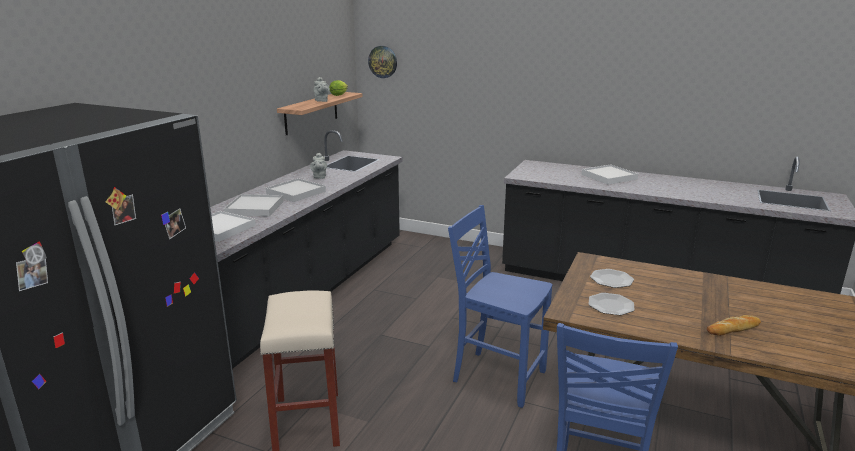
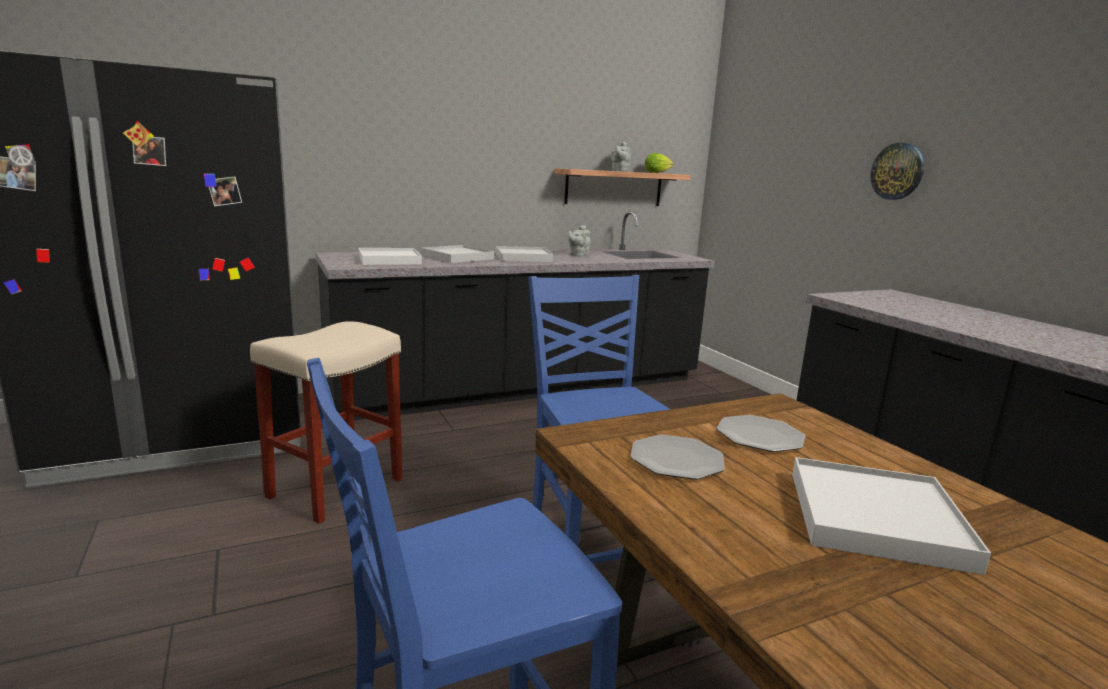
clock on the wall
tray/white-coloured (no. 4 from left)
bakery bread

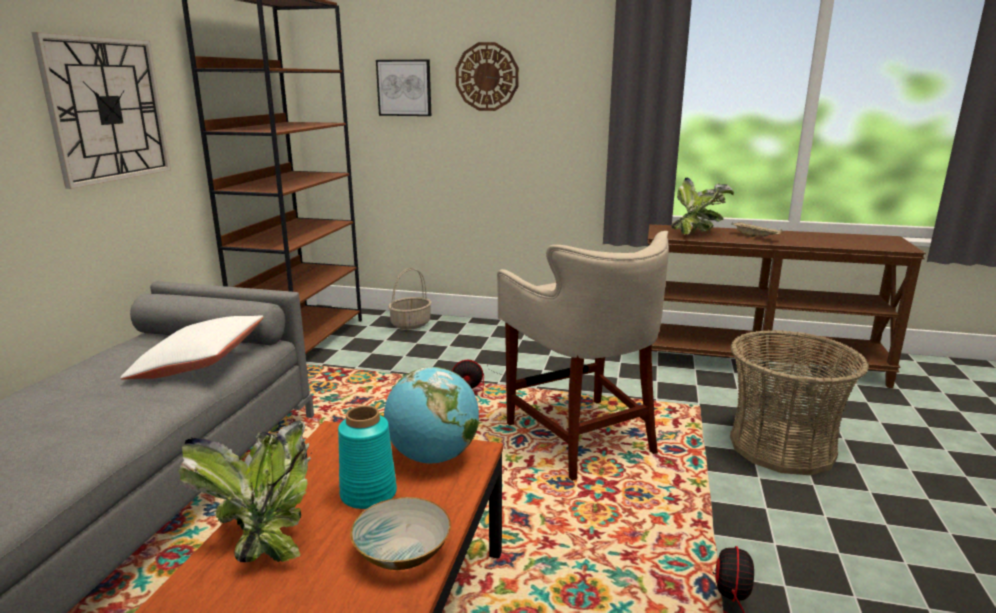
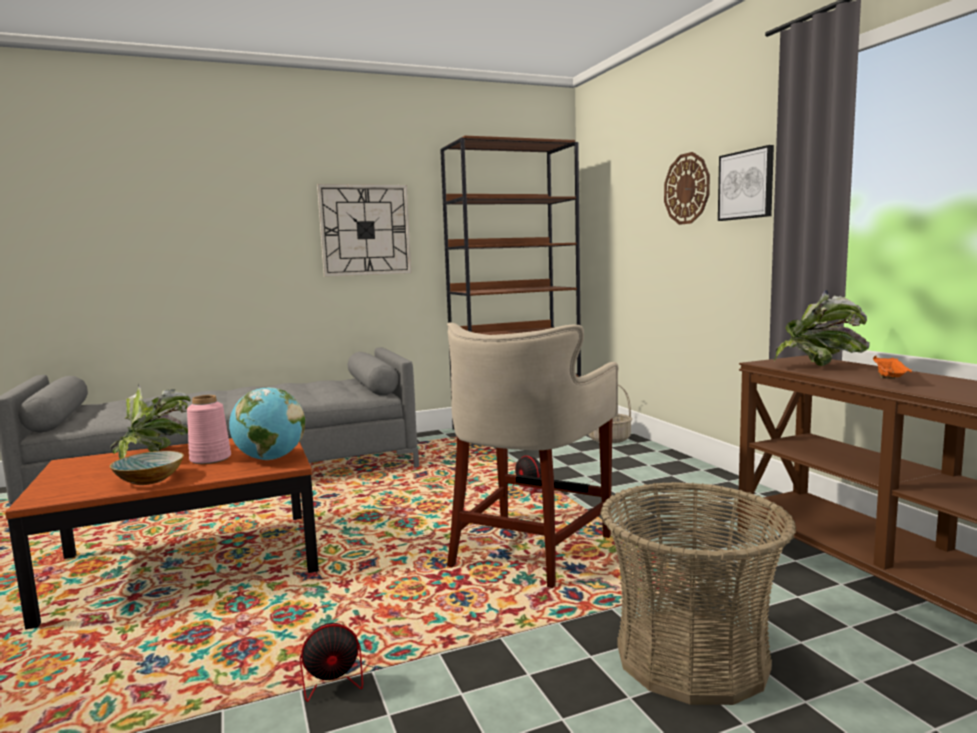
wall art
tray/orange
throw pillow/white-coloured
vase/pink-coloured

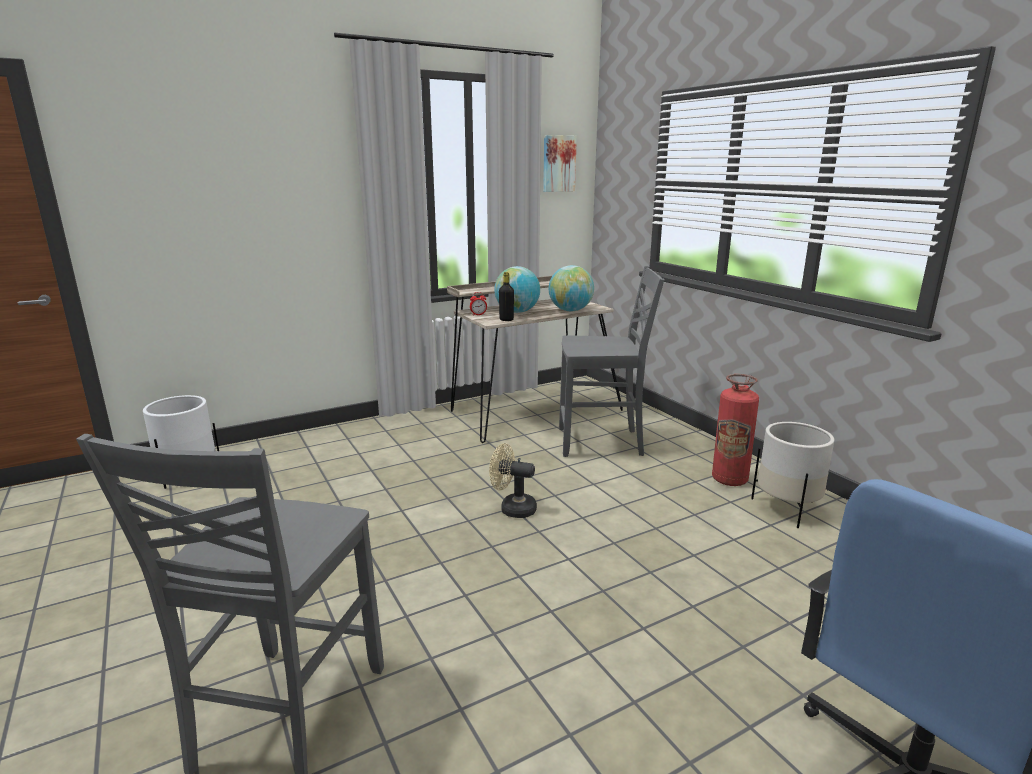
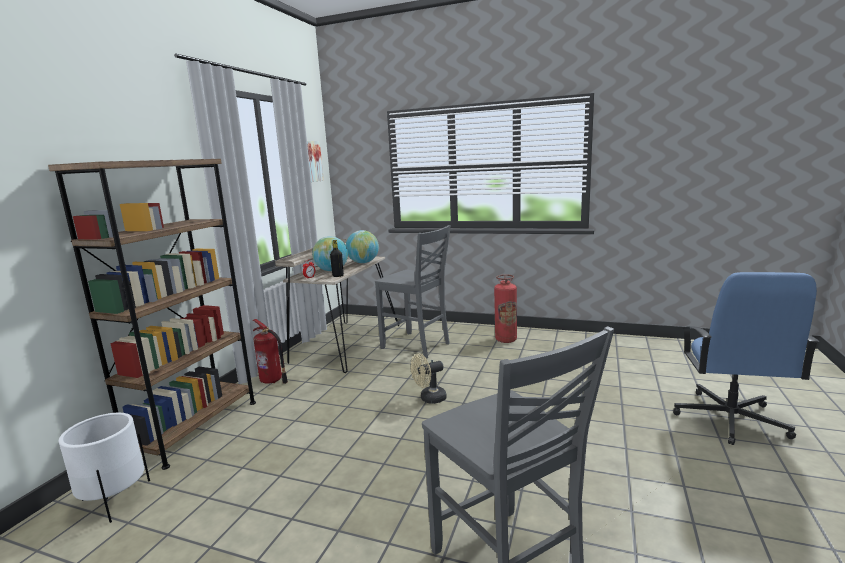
chair/grey (no. 1 from left)
planter/white-coloured (no. 2 from left in the first image)
bookcase/brownish
fire extinguisher (no. 1 from left)

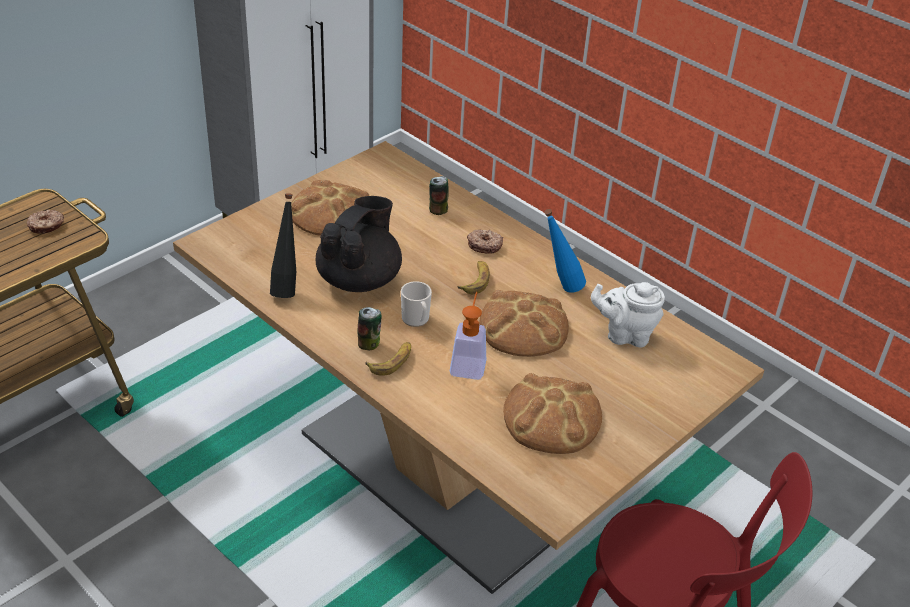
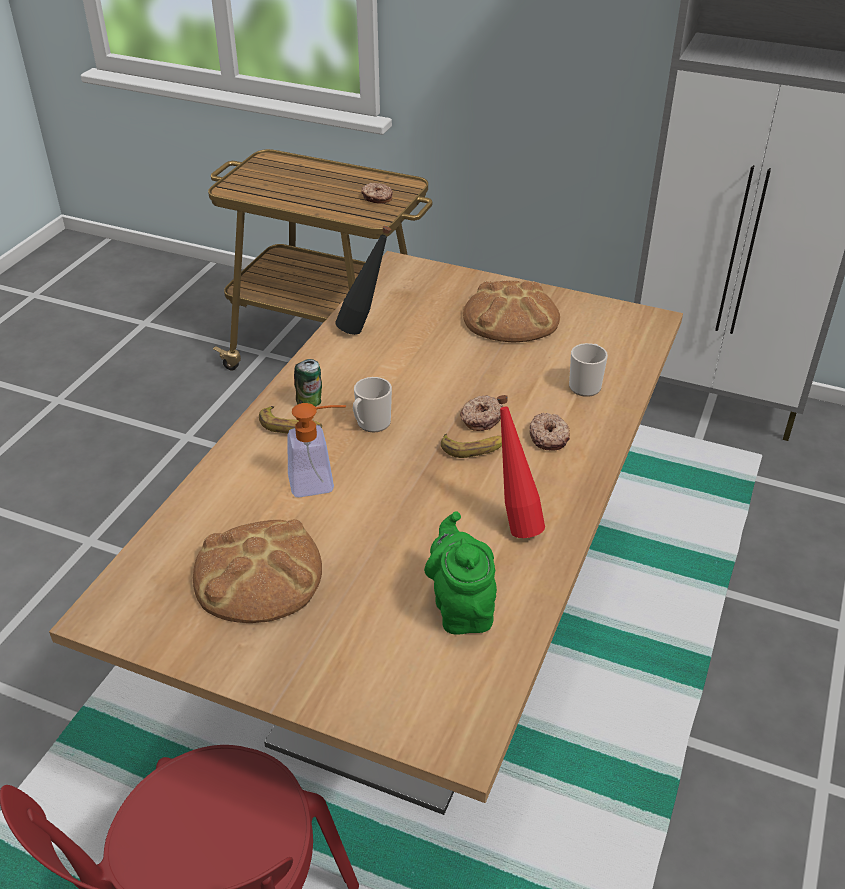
coffee mug (no. 2 from left)
teapot/black
beverage bottle/reddish
teapot/green
bakery bread (no. 2 from left in the first image)
ring doughnut (no. 2 from left)

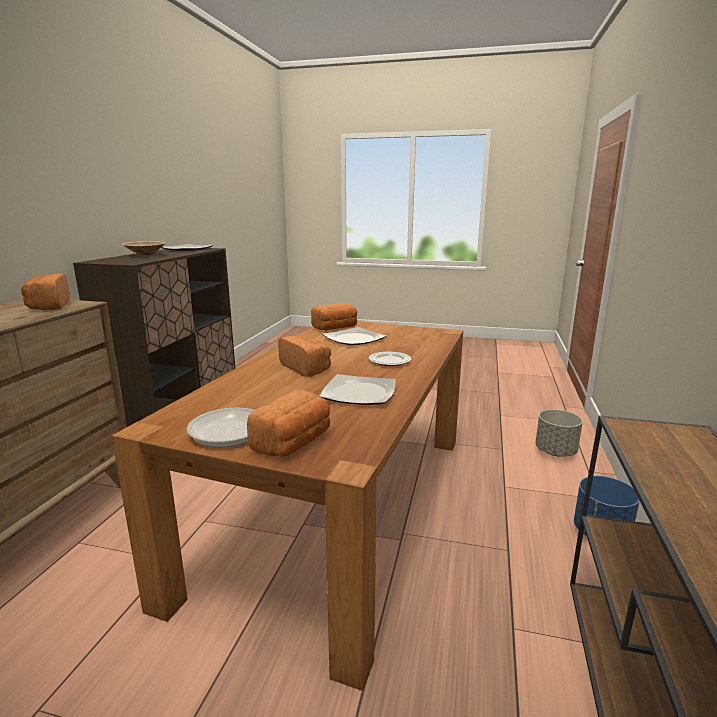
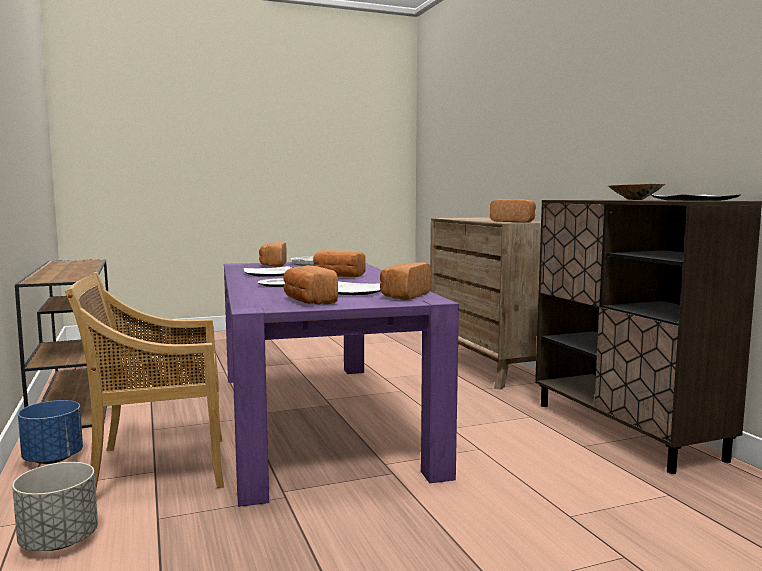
kitchen table/purplish
bakery bread (no. 2 from left)
chair/beige-coloured

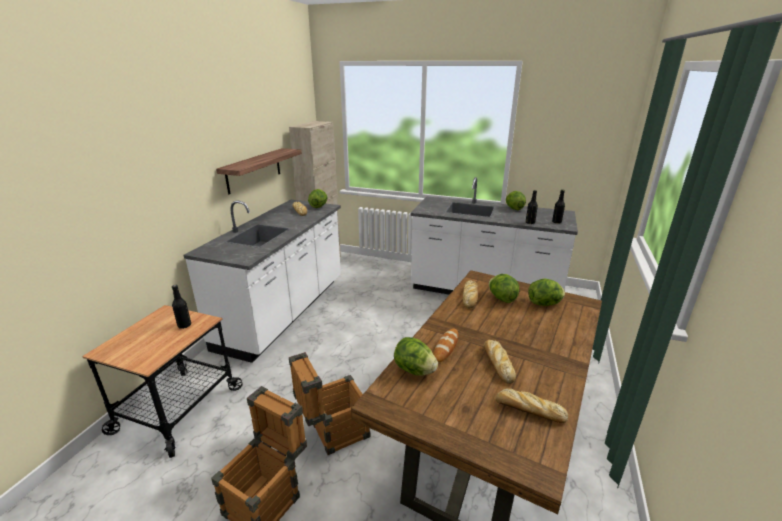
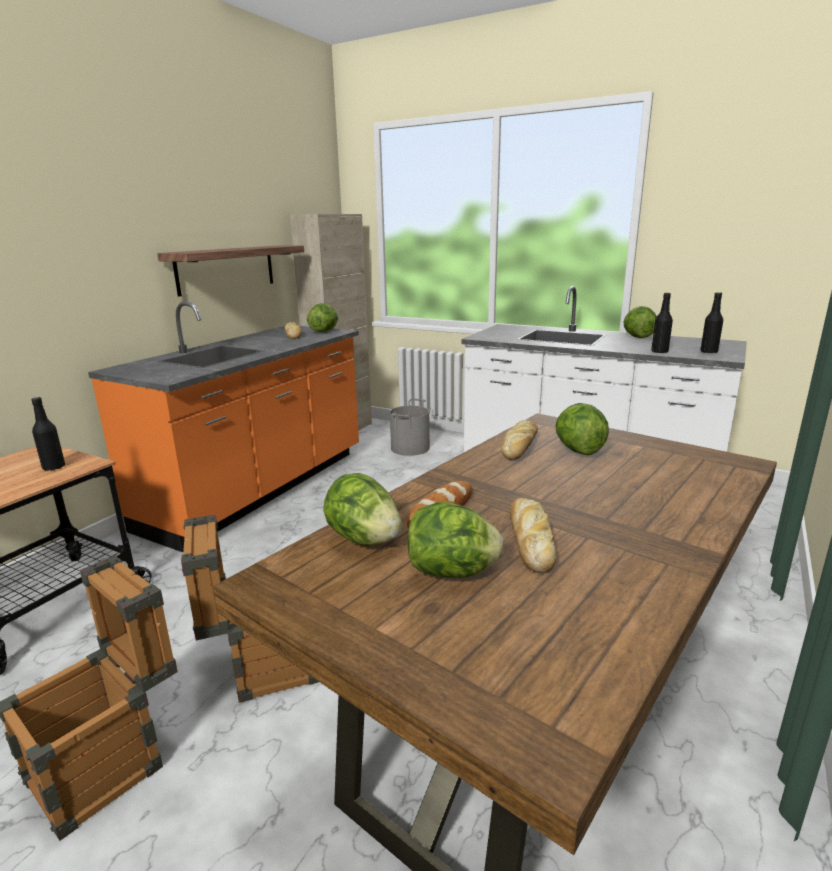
counter/orange
head of lettuce (no. 3 from left)
bakery bread (no. 5 from left in the first image)
bucket/grey

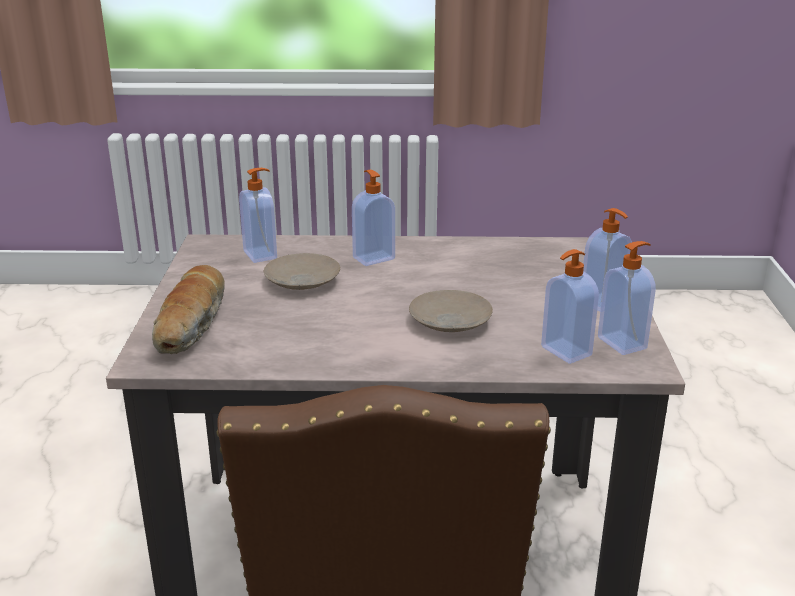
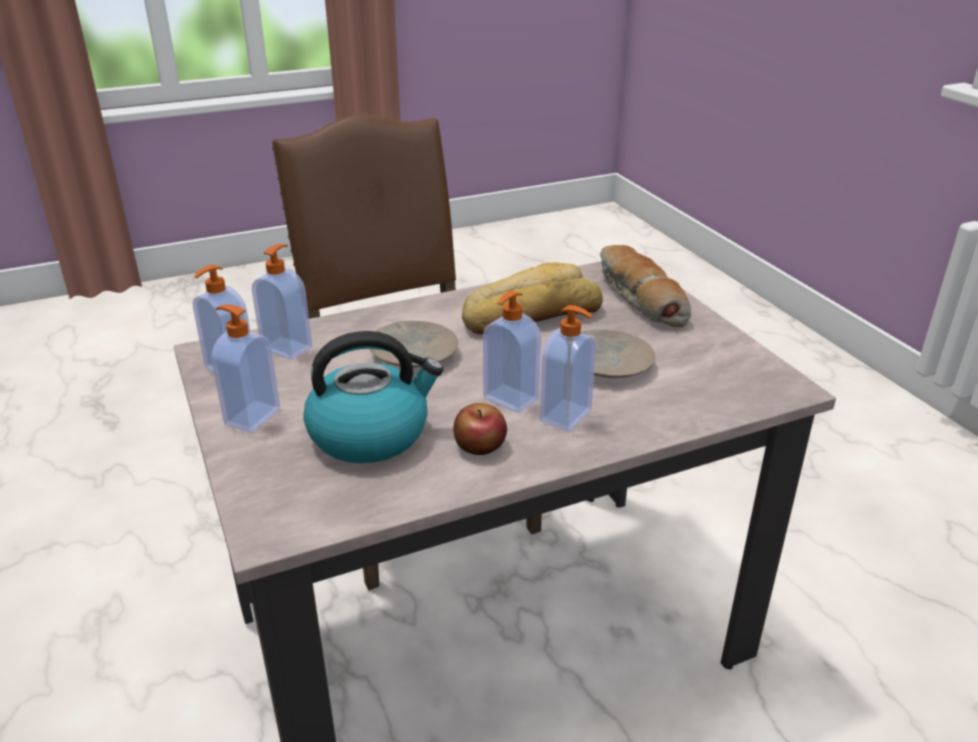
soap bottle (no. 4 from left)
bakery bread (no. 1 from left)
water kettle
whole apple

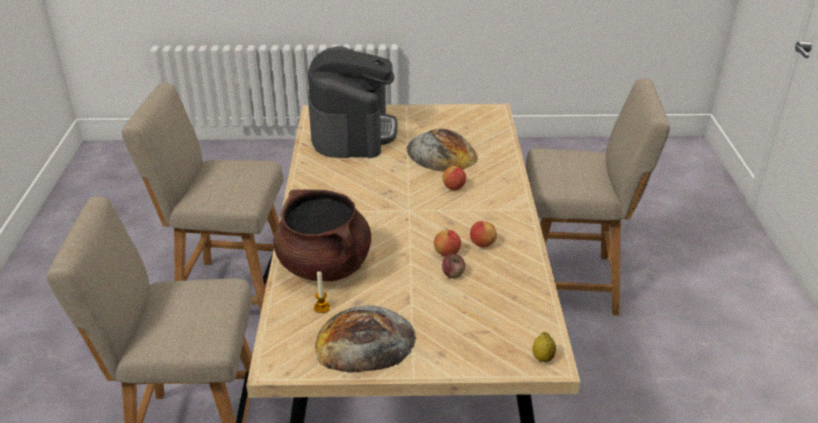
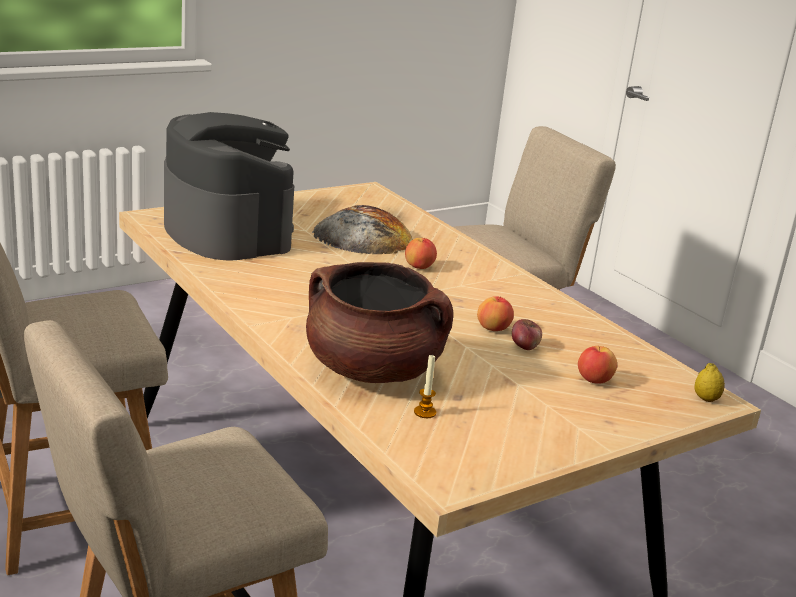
whole apple (no. 4 from left)
bakery bread (no. 1 from left in the first image)

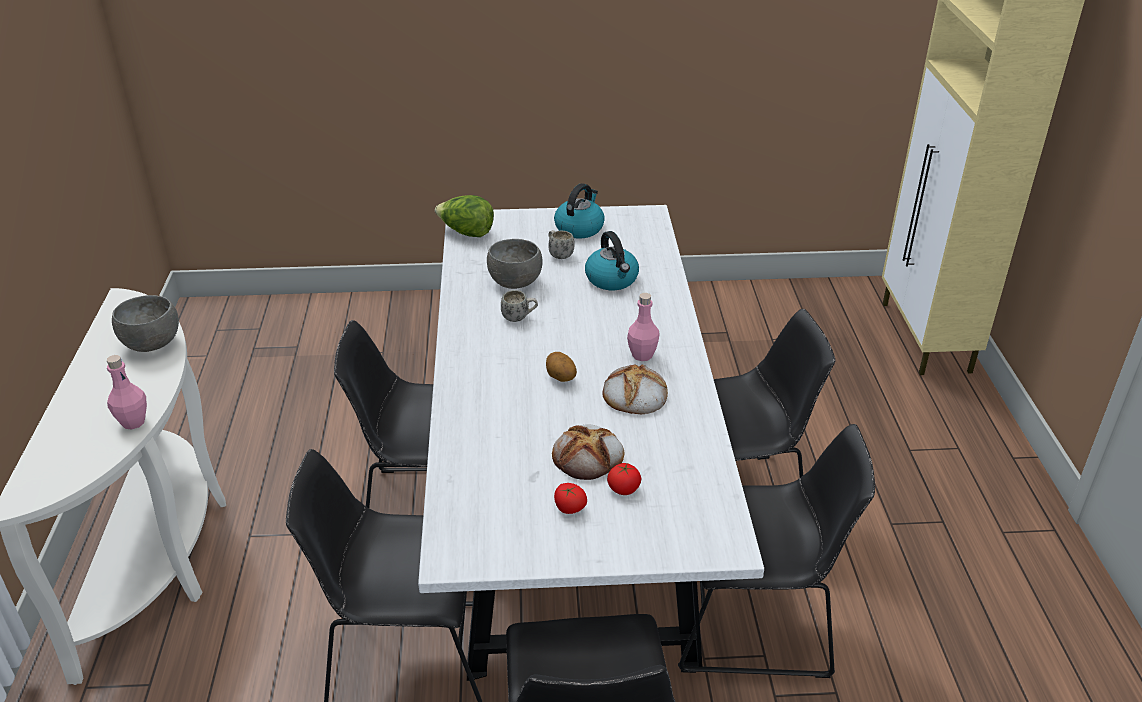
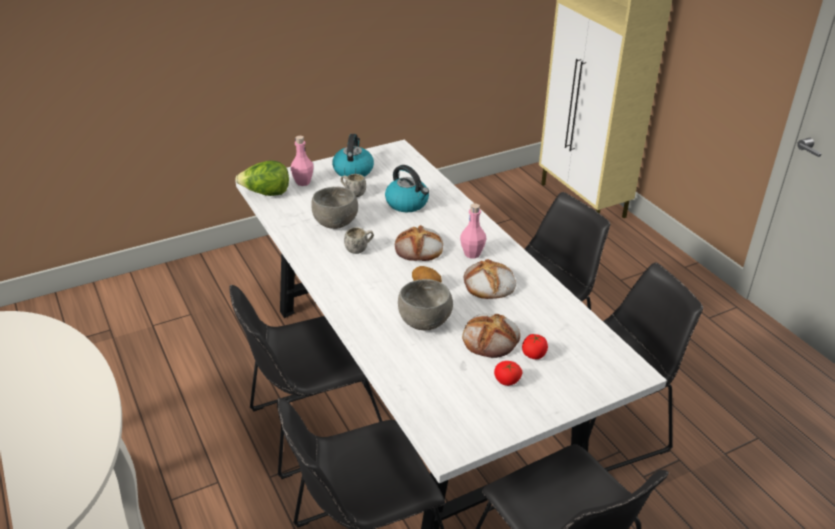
bowl/grey (no. 2 from left)
beverage bottle/pink-coloured (no. 1 from left)
bakery bread (no. 1 from left)

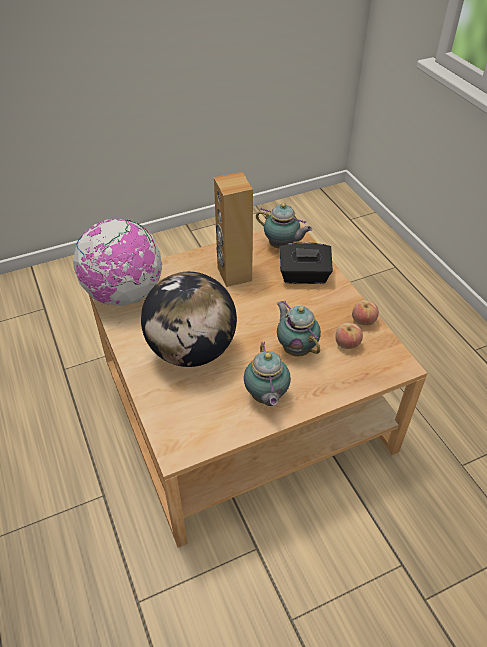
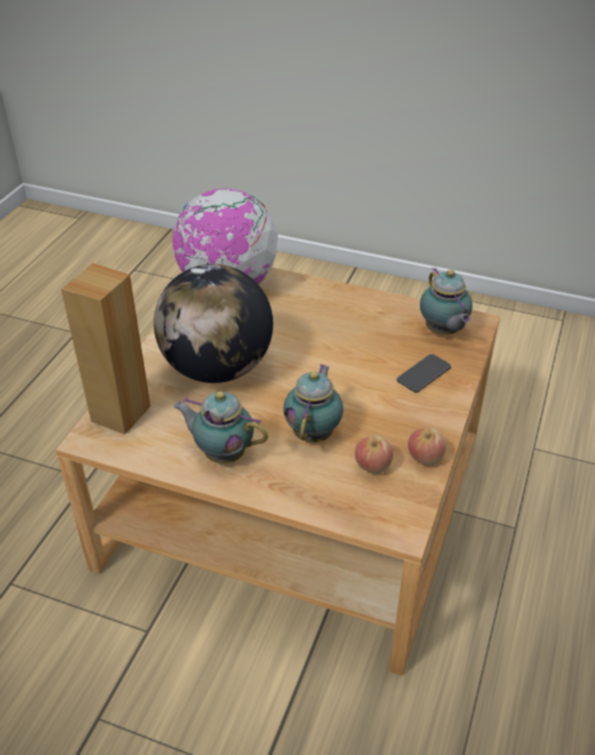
audio speaker/brownish
telephone
teapot (no. 1 from left)

